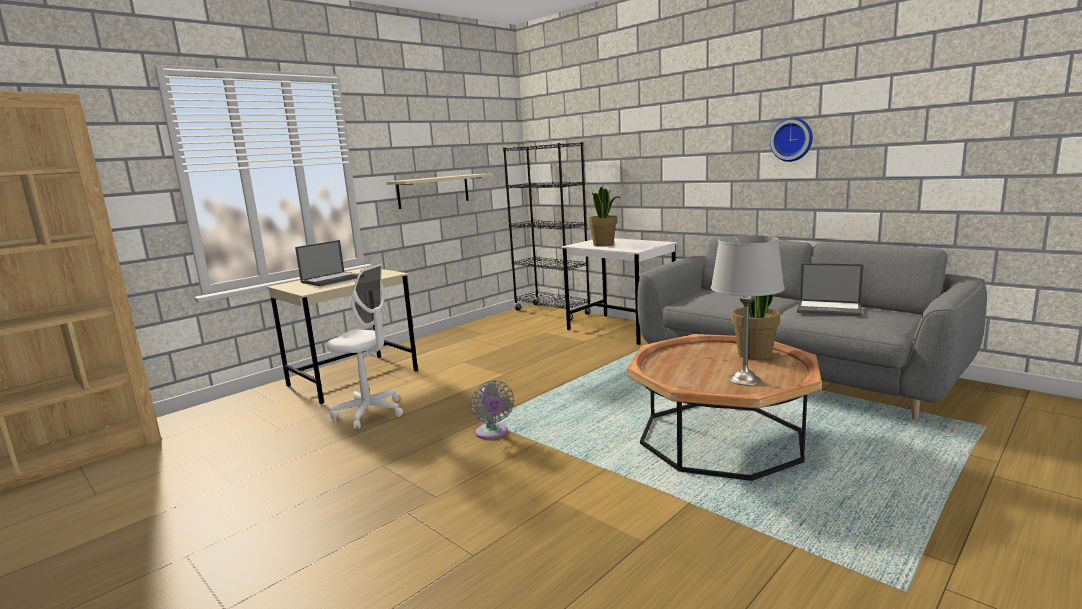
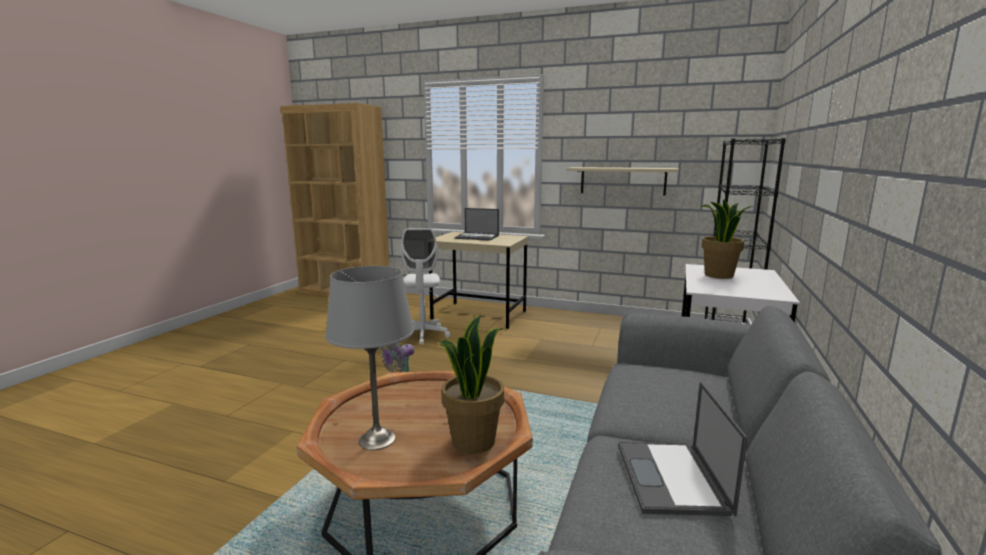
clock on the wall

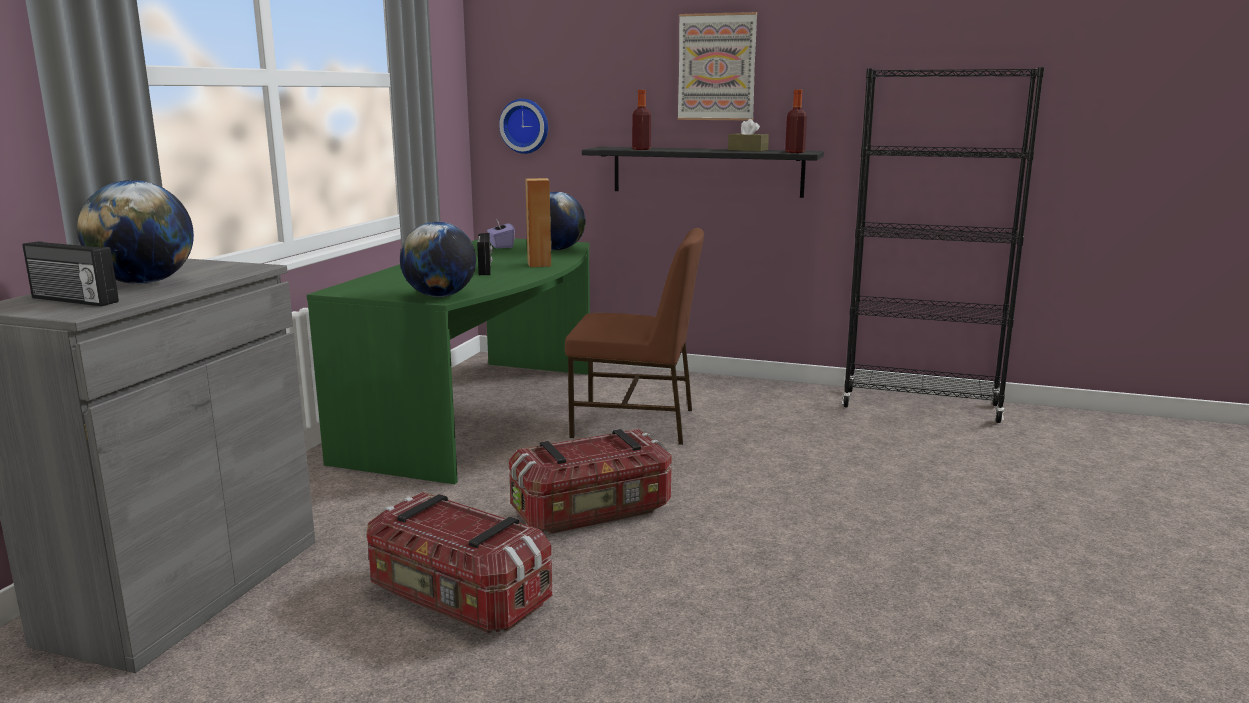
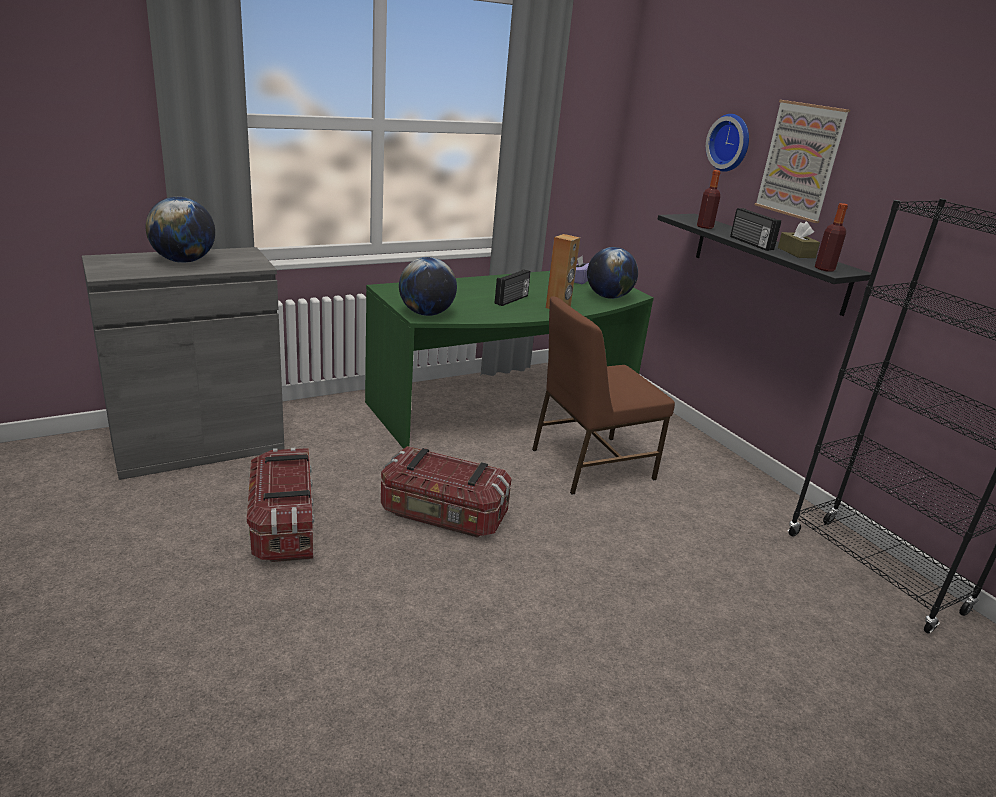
clock on the wall
chair/brownish
radio receiver (no. 2 from left)

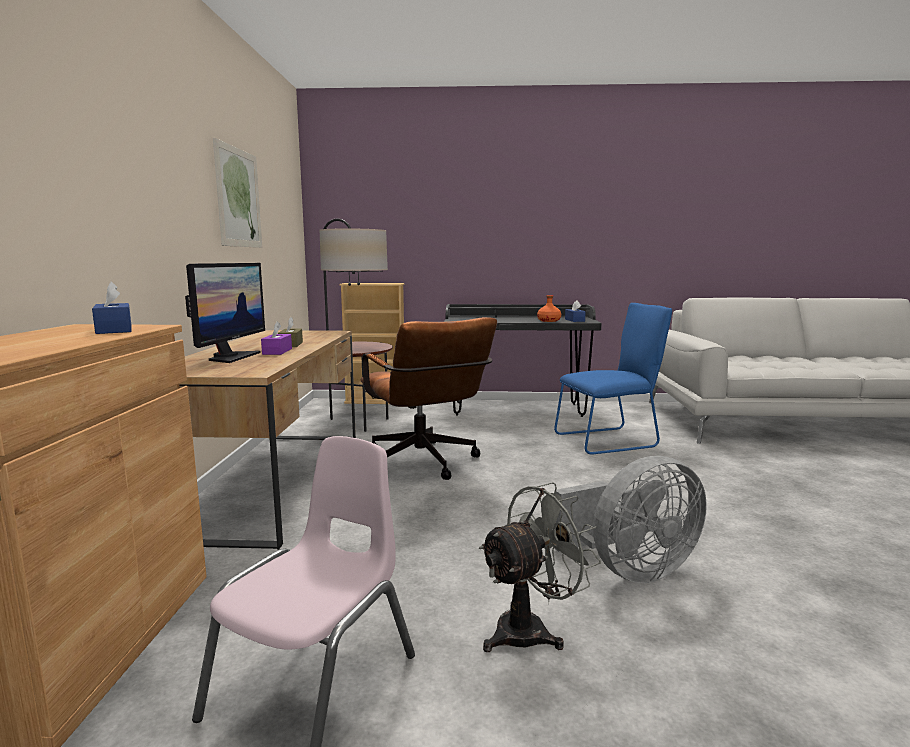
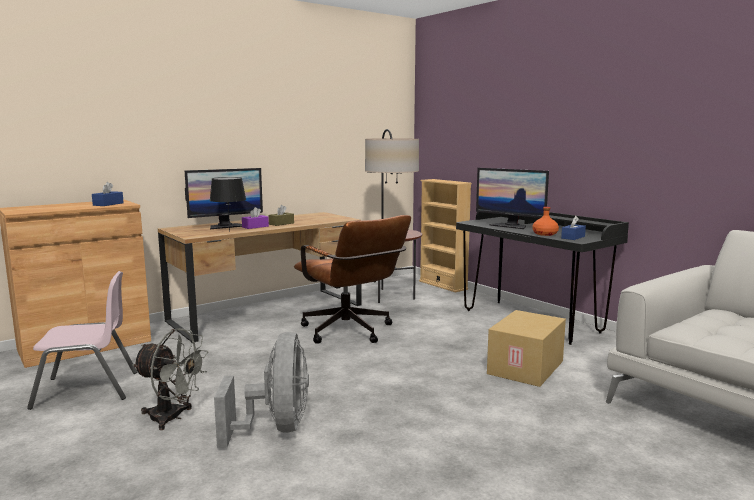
wall art
carton
computer chair/brownish
fan/grey (no. 2 from left)
computer screen (no. 2 from left)
lamp for a table/black

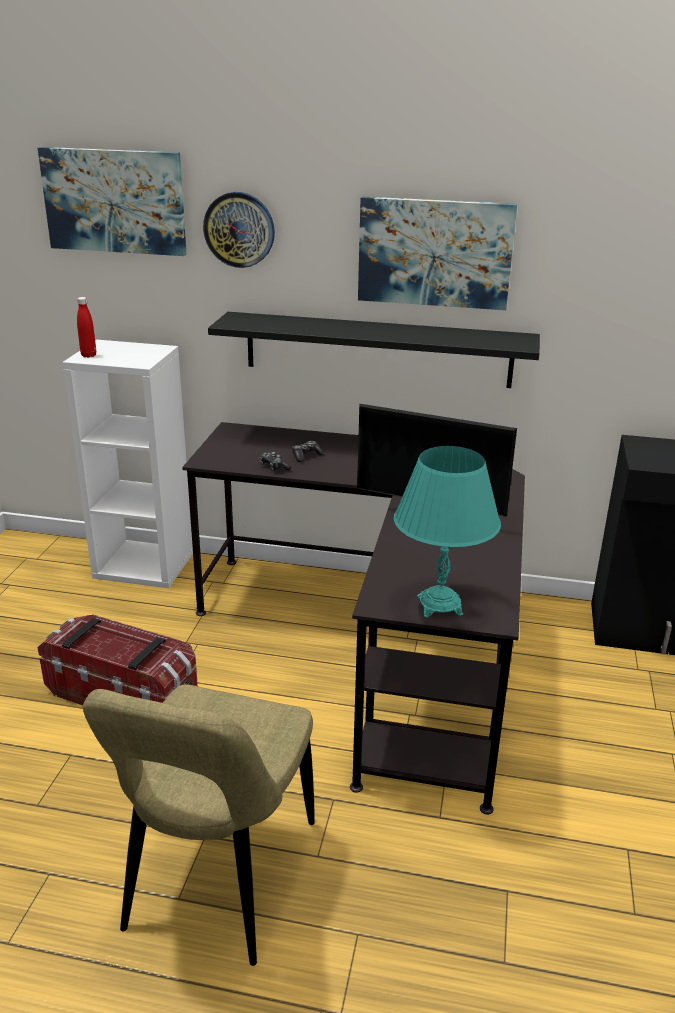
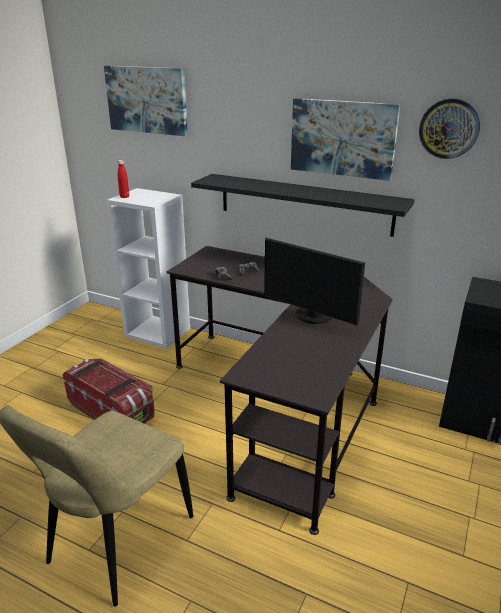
clock on the wall
lamp for a table/turquoise-coloured

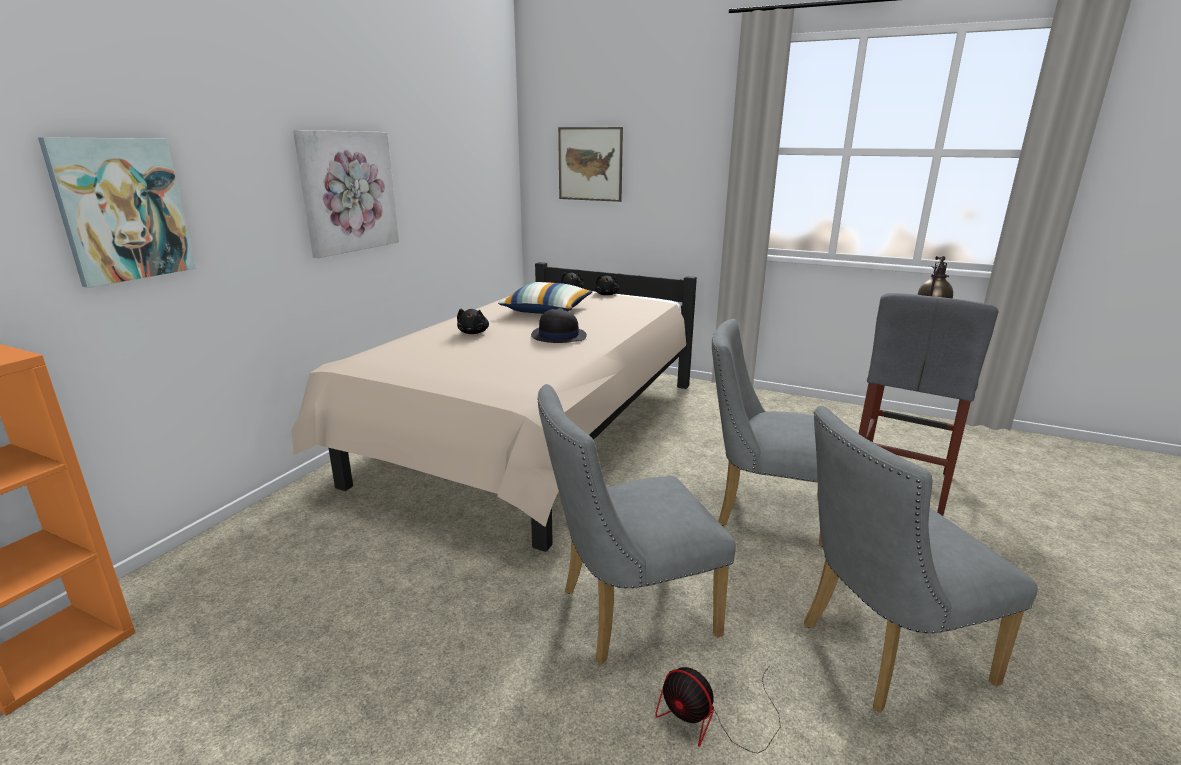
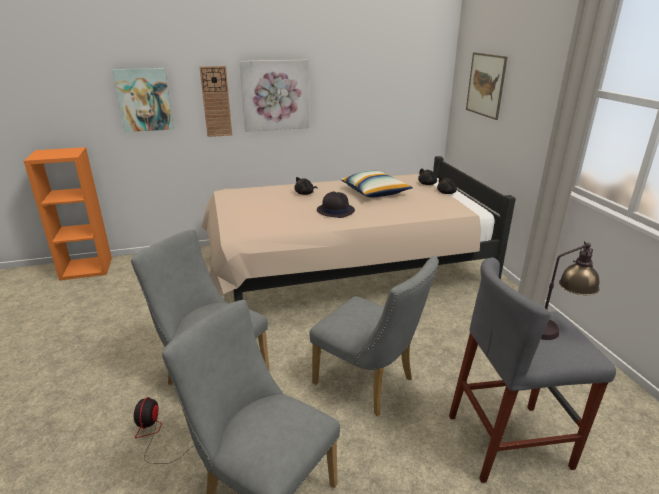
chair/grey (no. 3 from left)
clock on the wall

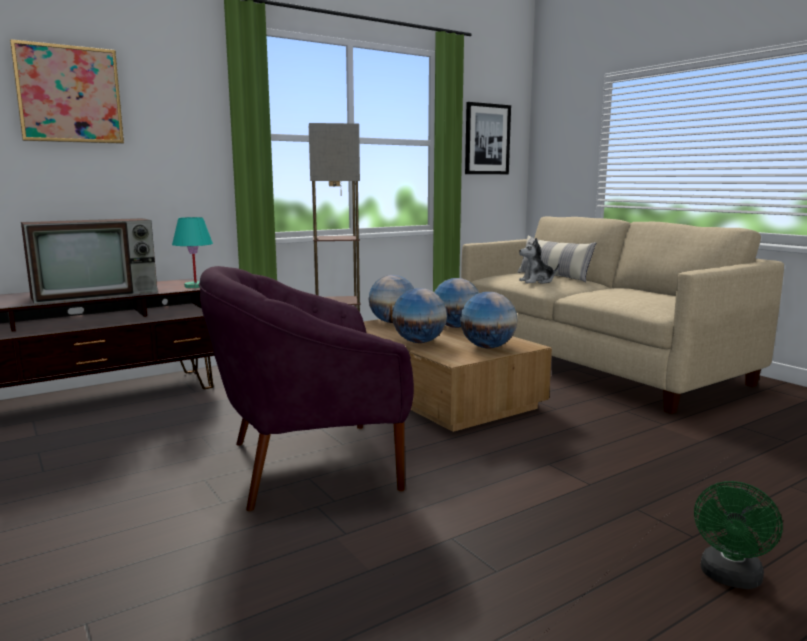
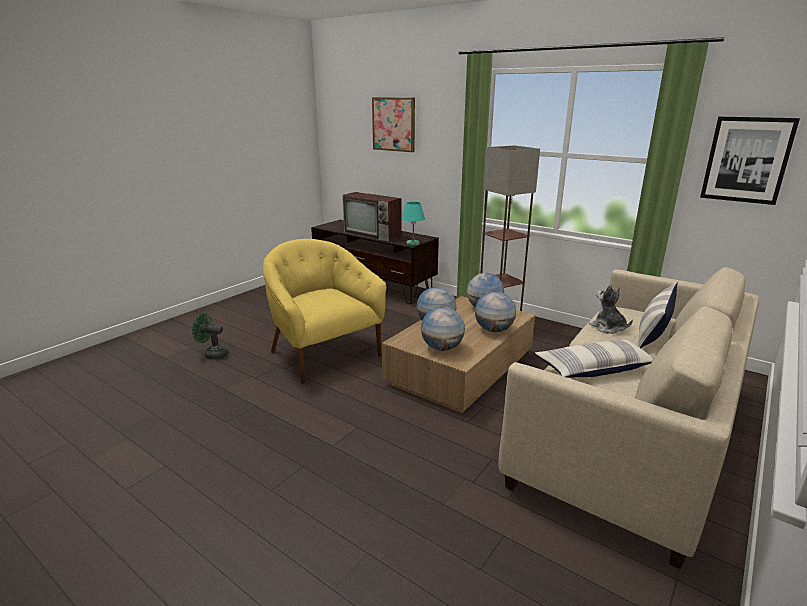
easy chair/yellowish
fan/green
throw pillow (no. 1 from left)

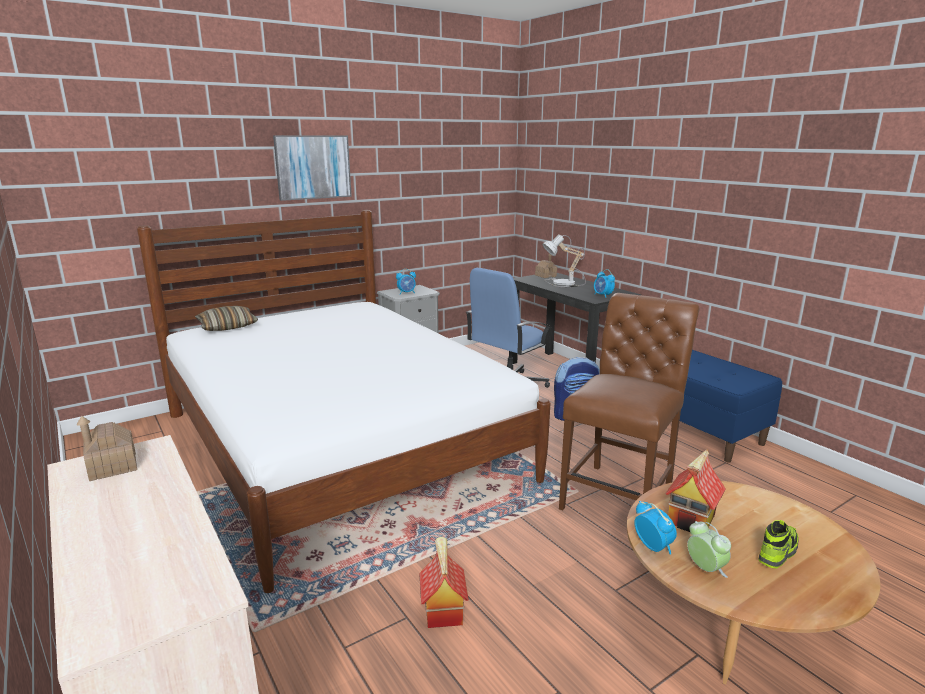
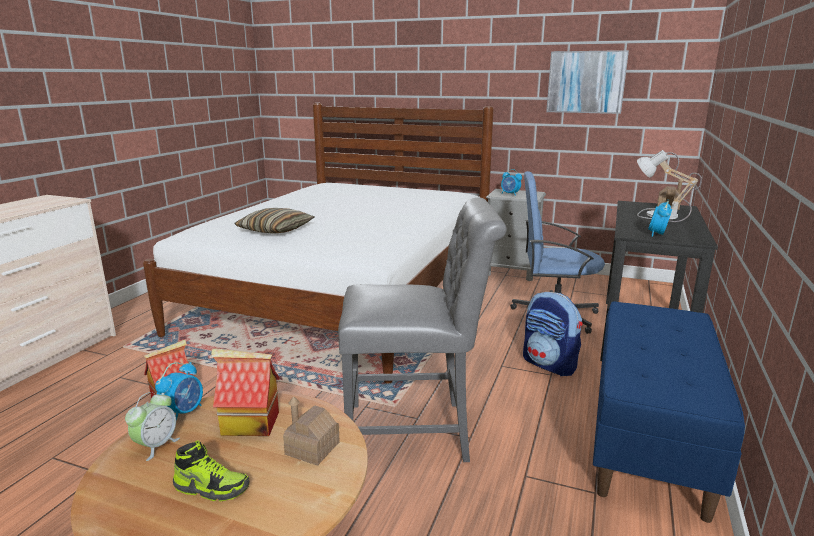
wall art
chair/grey
throw pillow
miniature house (no. 3 from left)

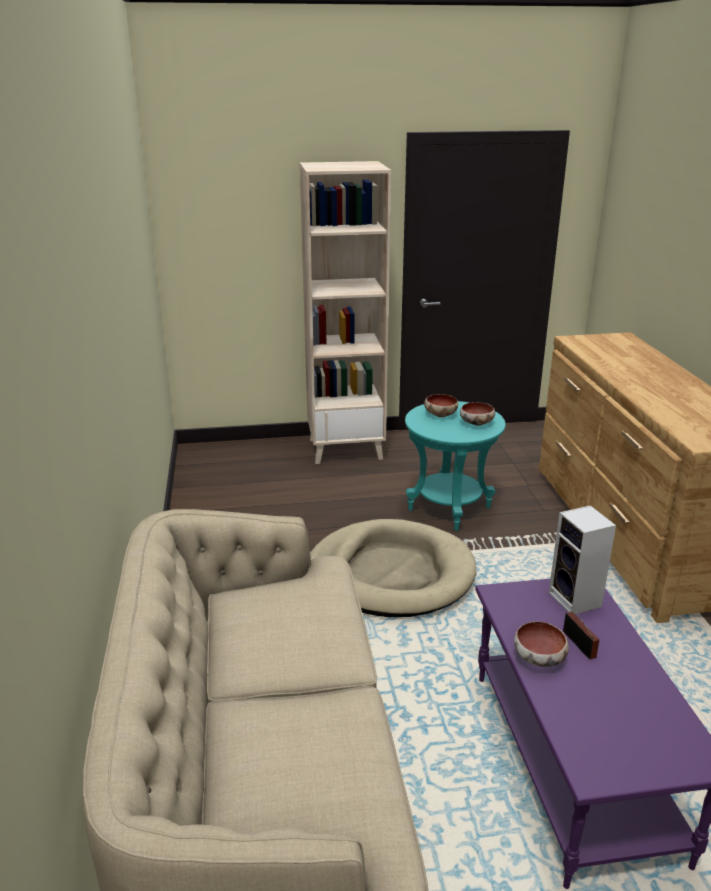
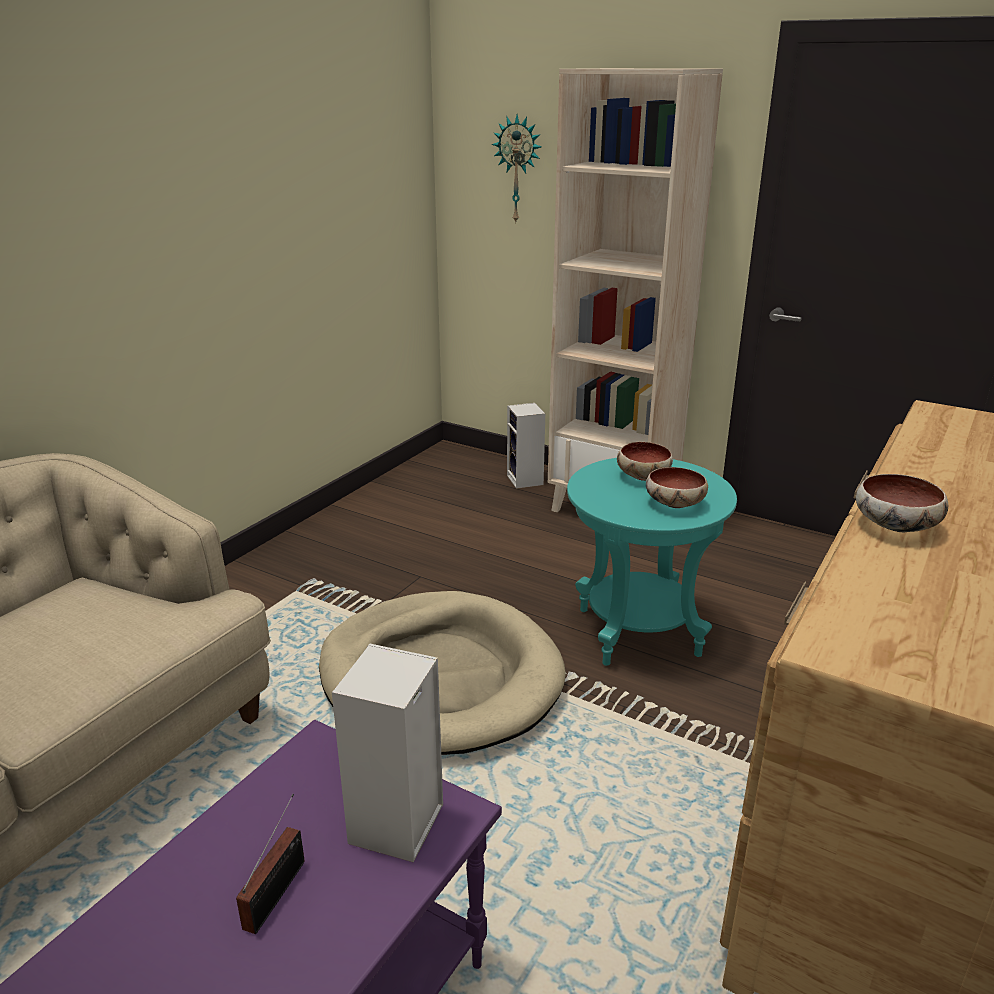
bowl (no. 3 from left)
clock on the wall
audio speaker (no. 2 from left)

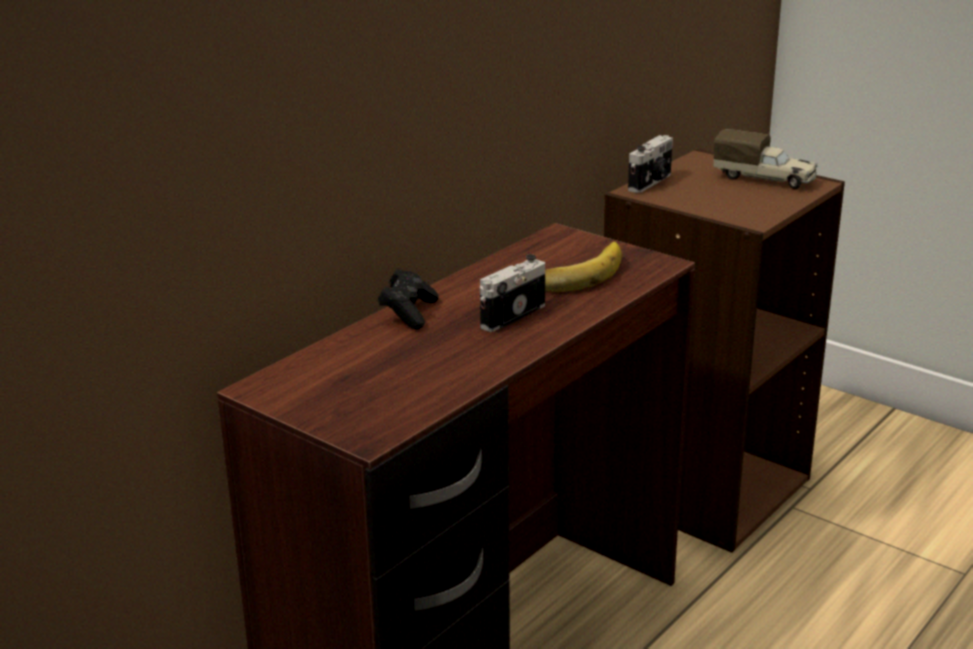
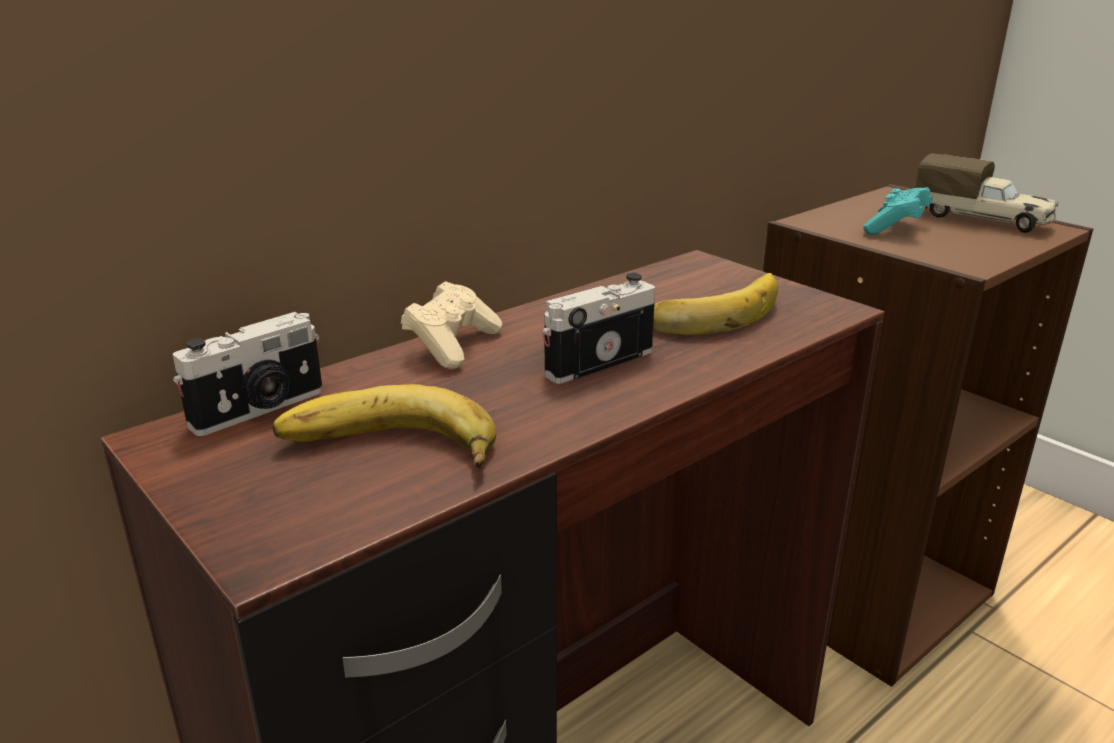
still camera (no. 1 from left)
gamepad/beige-coloured
gamepad/turquoise-coloured
banana (no. 1 from left)

